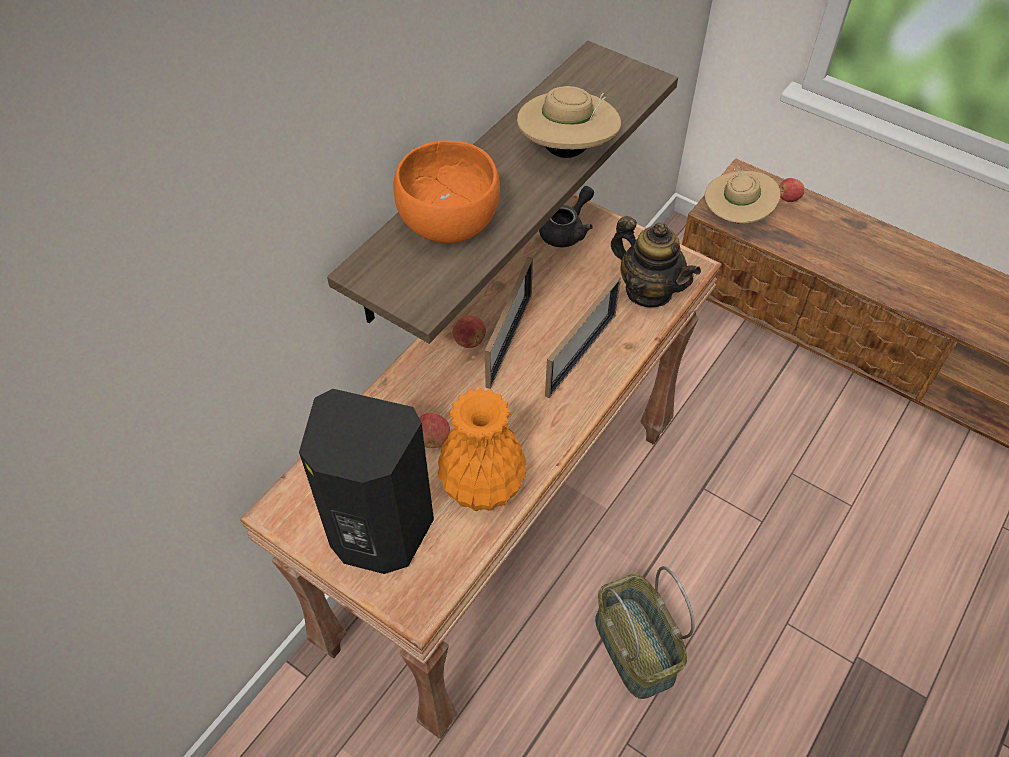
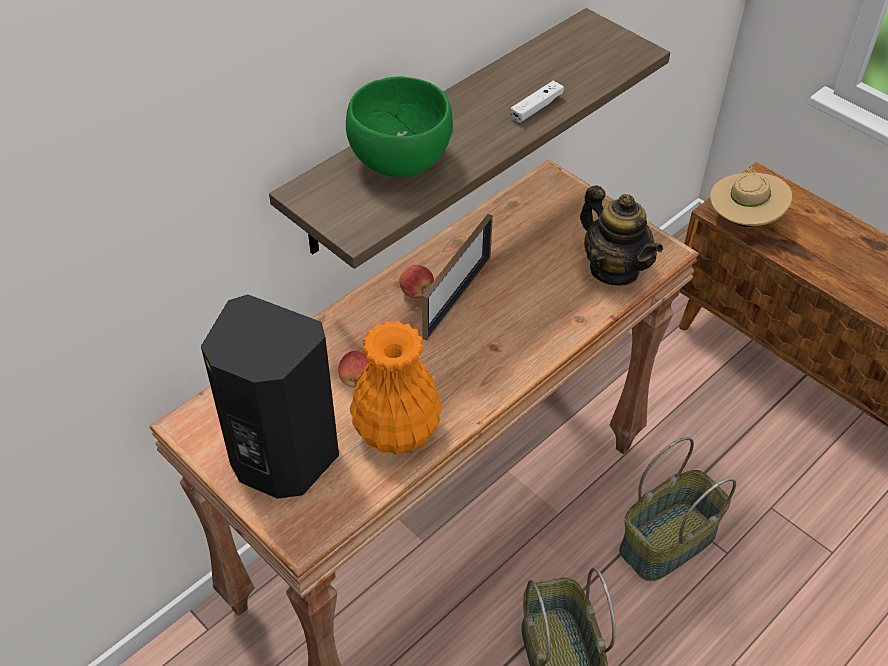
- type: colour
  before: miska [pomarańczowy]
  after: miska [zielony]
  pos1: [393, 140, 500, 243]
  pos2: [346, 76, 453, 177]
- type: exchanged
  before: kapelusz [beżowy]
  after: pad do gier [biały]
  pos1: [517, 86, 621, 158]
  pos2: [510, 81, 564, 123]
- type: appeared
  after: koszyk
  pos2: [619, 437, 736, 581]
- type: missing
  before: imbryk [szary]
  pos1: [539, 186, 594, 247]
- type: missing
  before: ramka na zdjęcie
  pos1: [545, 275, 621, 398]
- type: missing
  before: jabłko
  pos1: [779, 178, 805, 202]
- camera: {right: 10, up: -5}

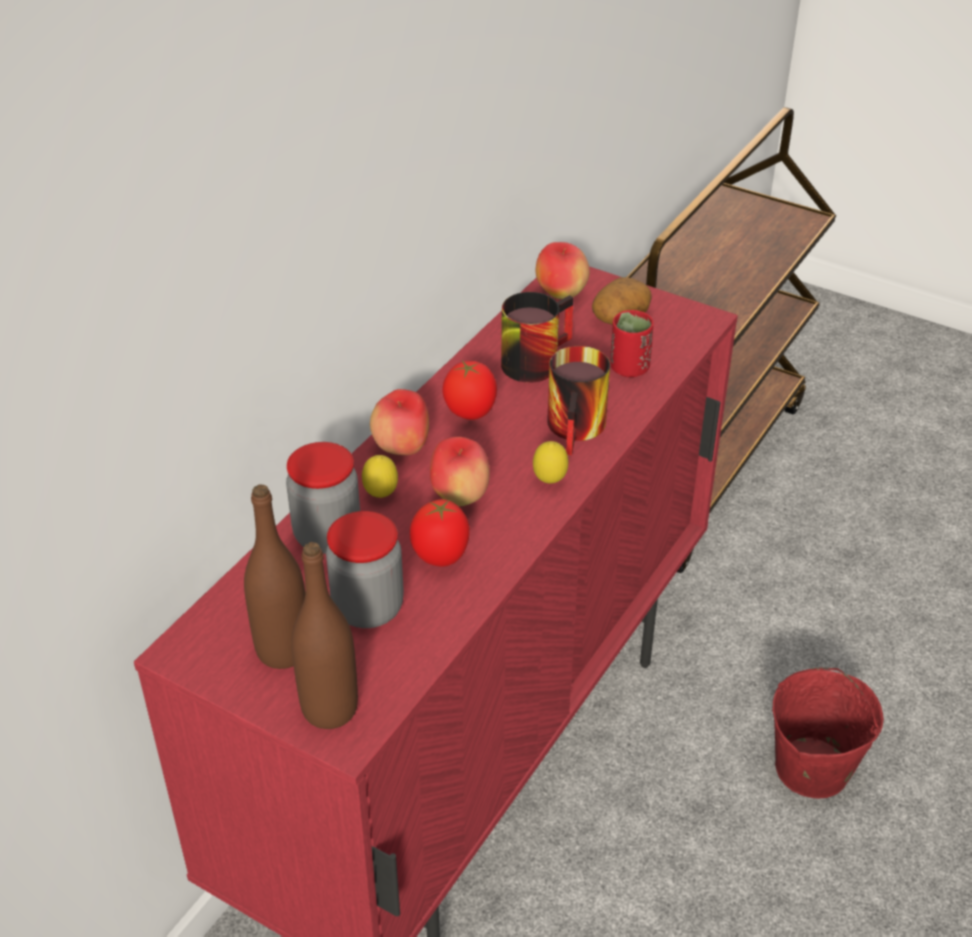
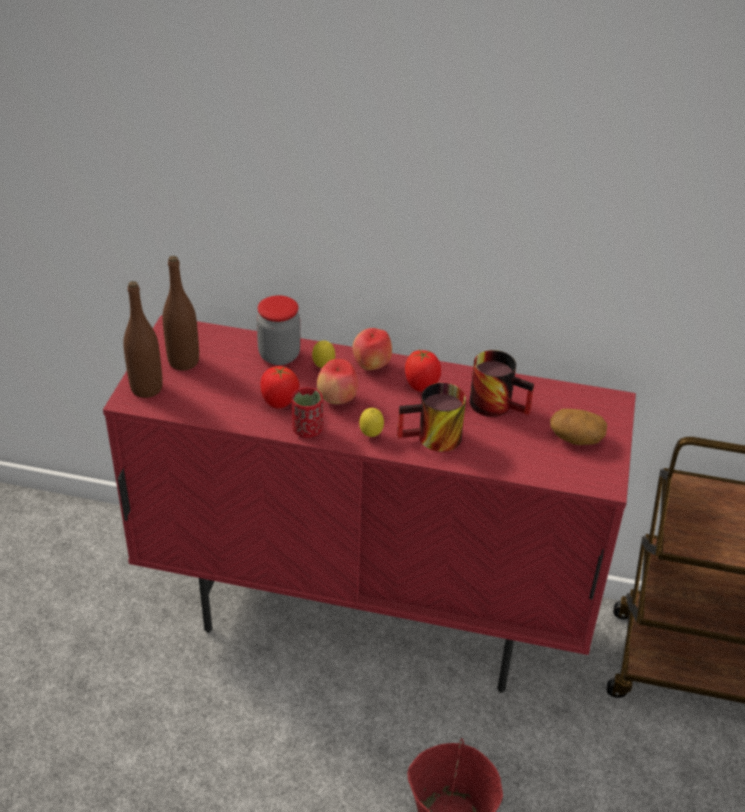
- type: relocated
  before: filiżanka [czerwony]
  pos1: [610, 310, 654, 377]
  pos2: [291, 387, 323, 438]
- type: missing
  before: słoik
  pos1: [326, 511, 404, 628]
- type: missing
  before: jabłko
  pos1: [536, 242, 590, 299]
- camera: {right: 70, up: 0}

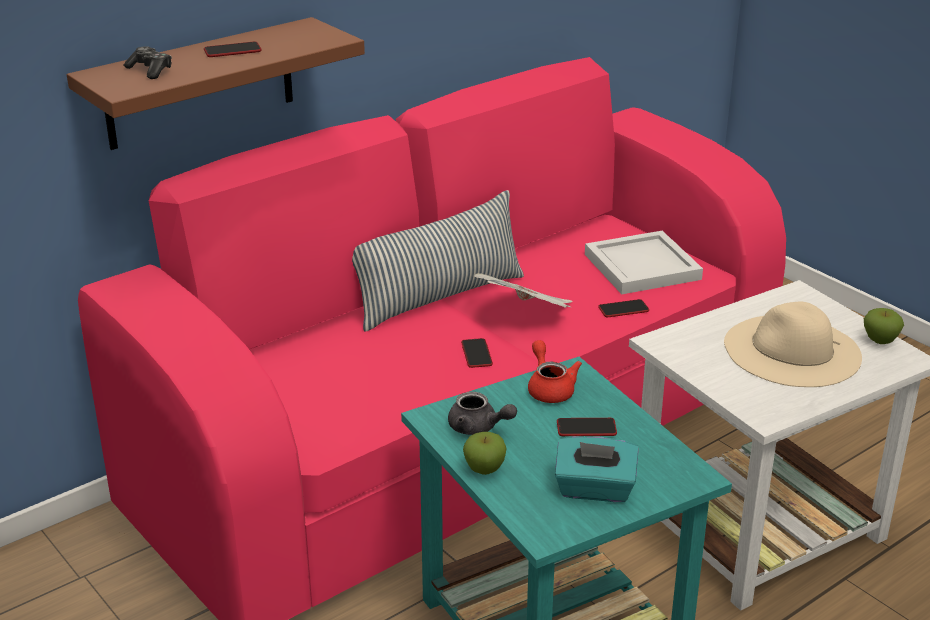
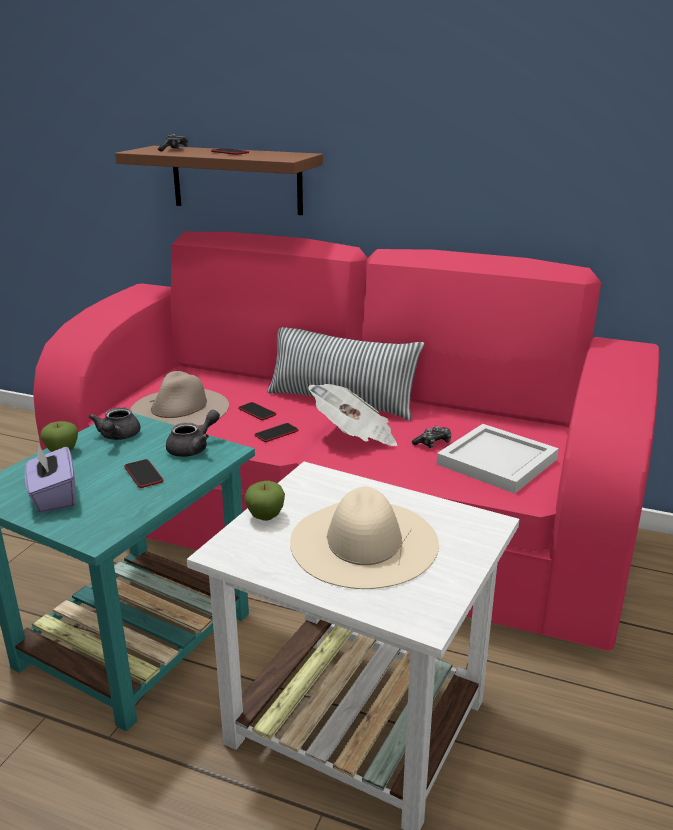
- type: colour
  before: pudełko chusteczek [turkusowy]
  after: pudełko chusteczek [fioletowy]
  pos1: [555, 436, 639, 502]
  pos2: [25, 444, 76, 513]
- type: appeared
  after: kapelusz [beżowy]
  pos2: [130, 371, 229, 426]
- type: colour
  before: imbryk [czerwony]
  after: imbryk [szary]
  pos1: [528, 340, 582, 403]
  pos2: [166, 410, 220, 457]
- type: relocated
  before: telefon
  pos1: [598, 299, 649, 317]
  pos2: [238, 402, 276, 420]
- type: relocated
  before: jabłko
  pos1: [864, 308, 904, 344]
  pos2: [244, 481, 285, 521]
- type: appeared
  after: pad do gier
  pos2: [412, 426, 452, 448]
- camera: {right: 60, up: -5}

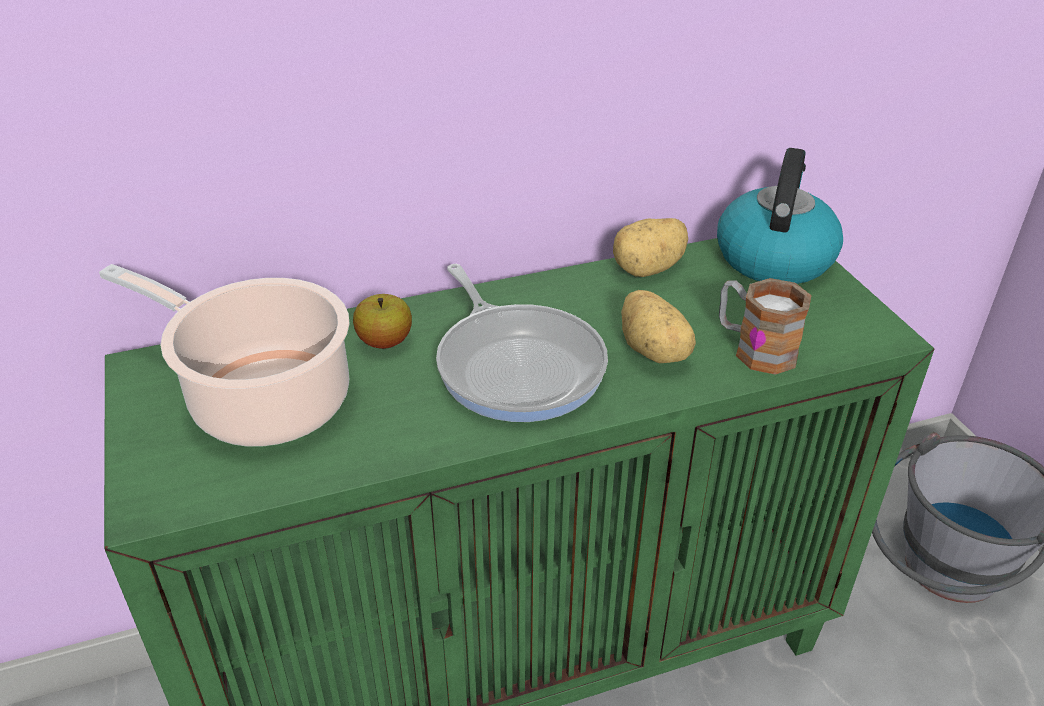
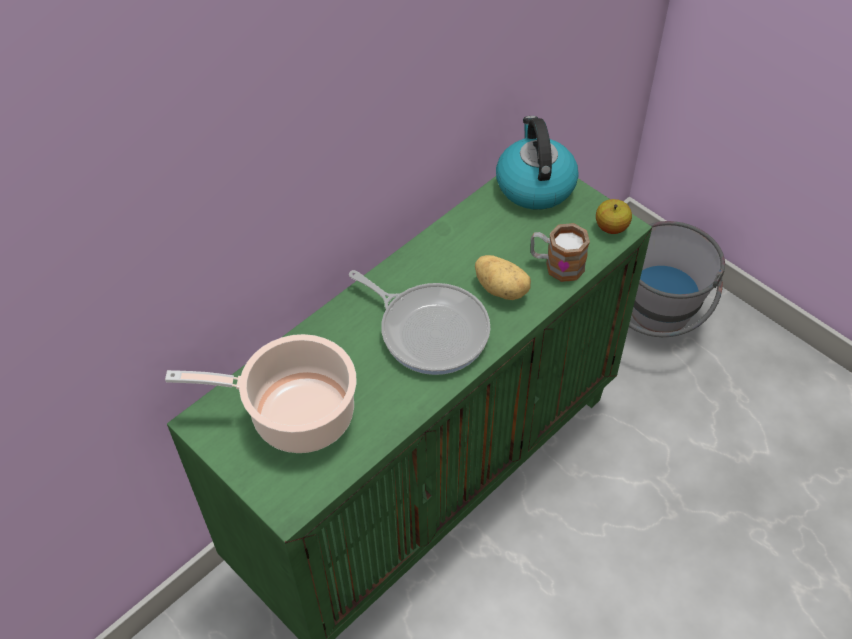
- type: relocated
  before: jabłko
  pos1: [353, 294, 412, 349]
  pos2: [596, 199, 632, 234]
- type: missing
  before: ziemniak
  pos1: [613, 218, 688, 277]
- camera: {right: -25, up: 15}

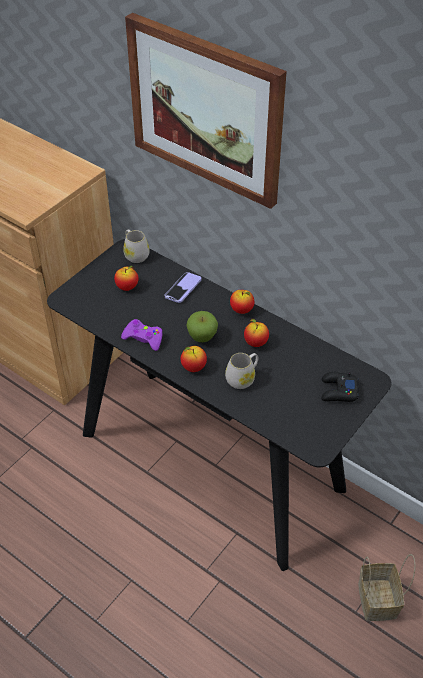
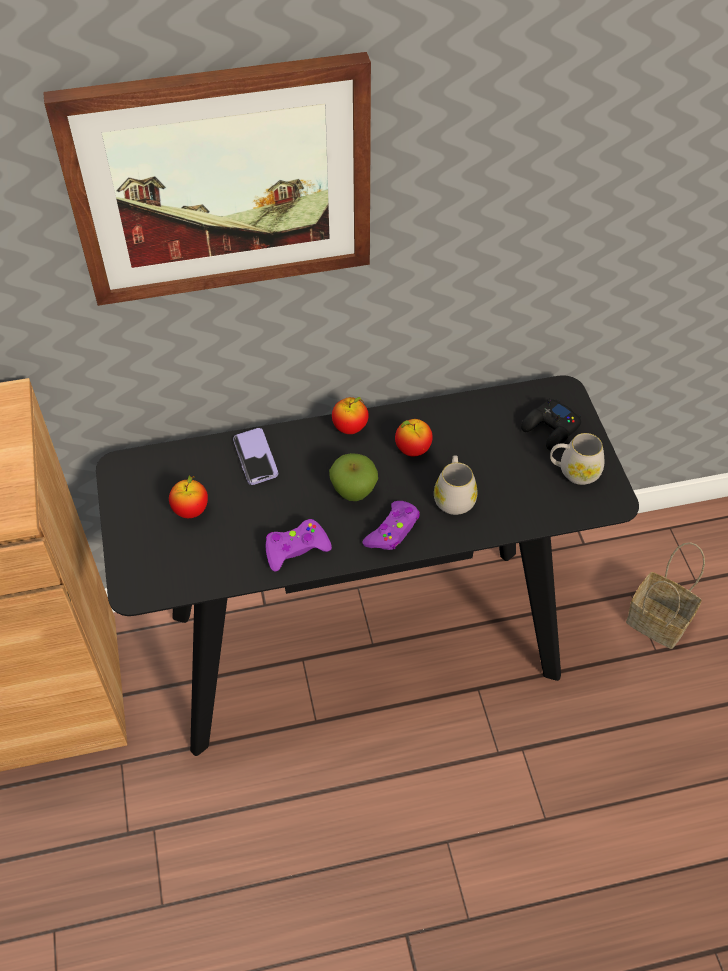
- type: exchanged
  before: jabłko
  after: pad do gier [fioletowy]
  pos1: [180, 346, 207, 372]
  pos2: [362, 501, 420, 550]
- type: relocated
  before: kubek [biały]
  pos1: [123, 229, 150, 263]
  pos2: [550, 433, 605, 485]
- camera: {right: -50, up: 5}

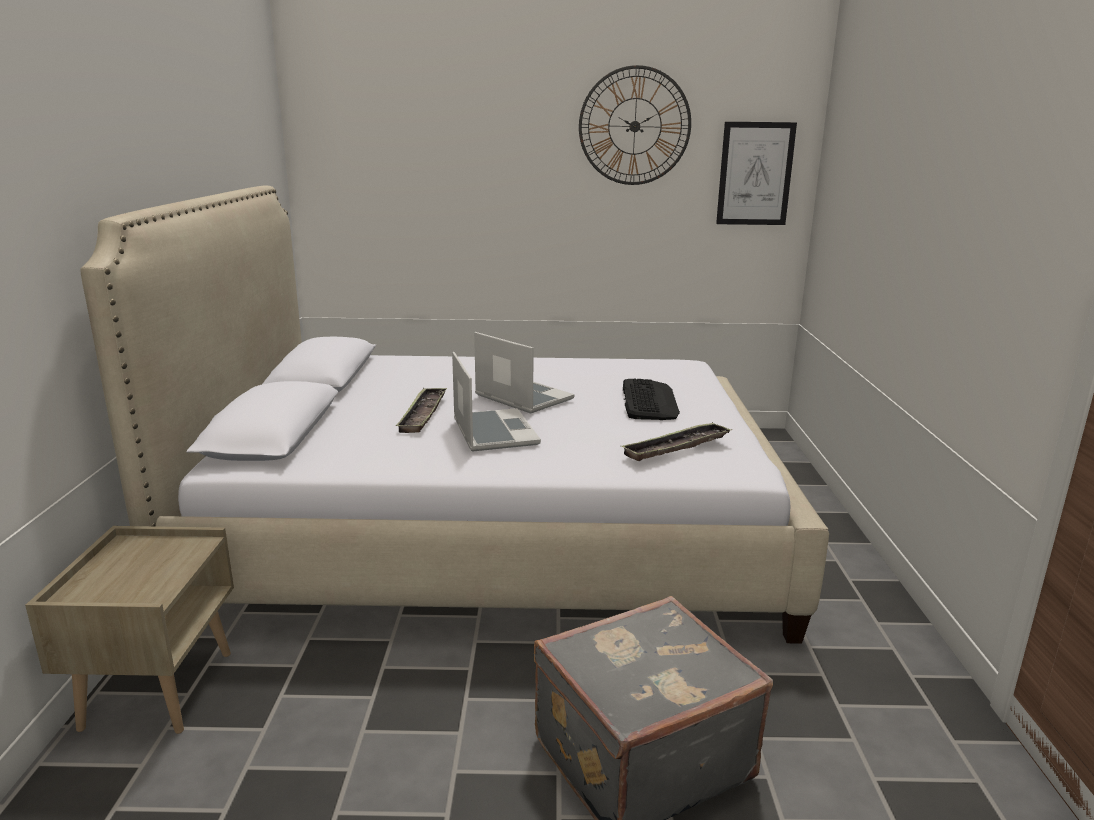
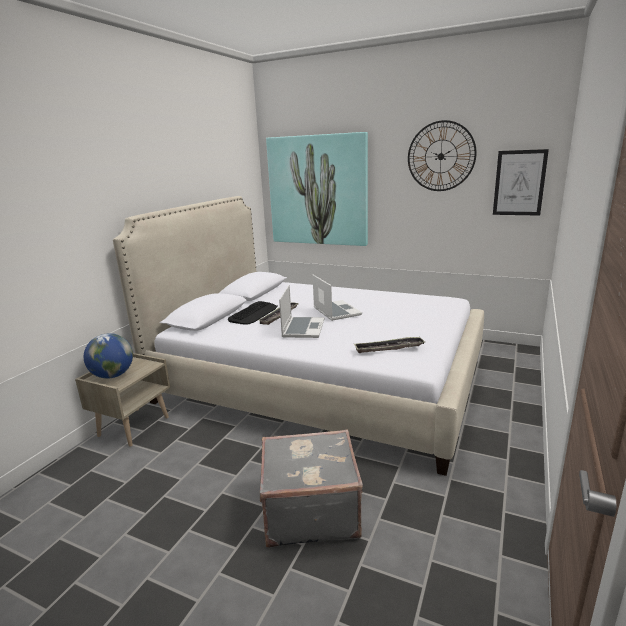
- type: appeared
  after: globus
  pos2: [84, 333, 133, 379]
- type: relocated
  before: klawiatura
  pos1: [623, 378, 680, 420]
  pos2: [228, 301, 278, 325]
- type: appeared
  after: obraz
  pos2: [266, 132, 368, 246]
- camera: {right: 25, up: 0}

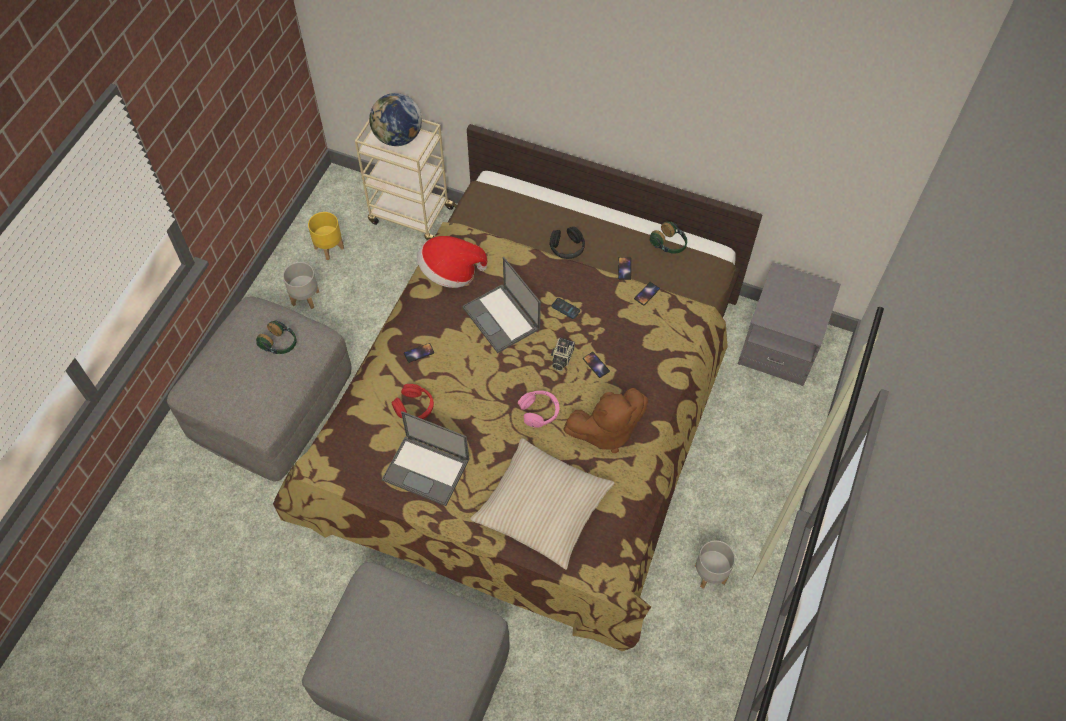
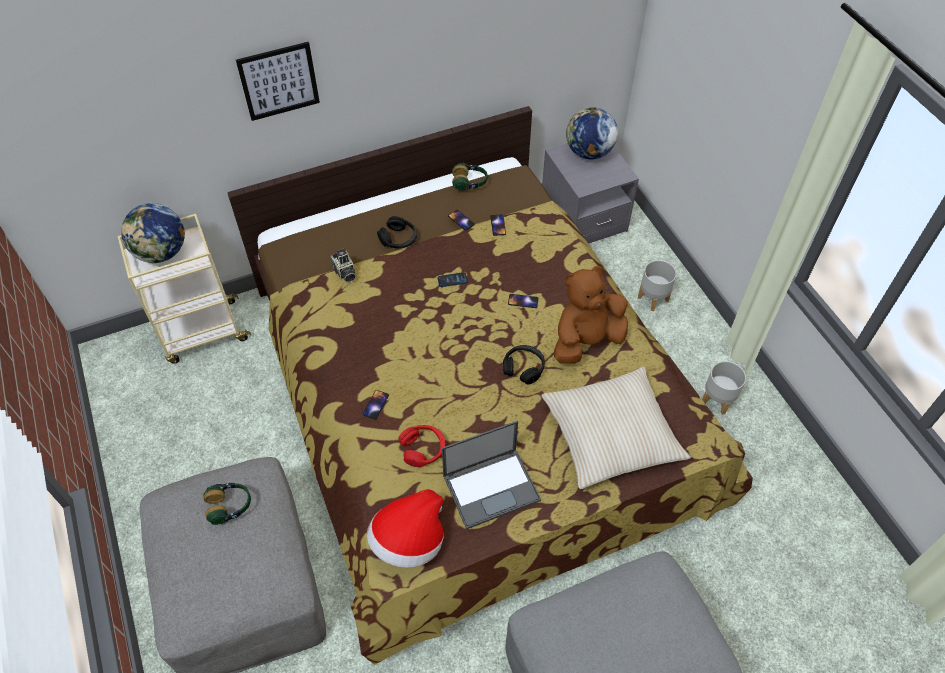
- type: appeared
  after: obraz
  pos2: [236, 42, 320, 121]
- type: relocated
  before: aparat fotograficzny
  pos1: [551, 338, 575, 371]
  pos2: [330, 249, 356, 282]
- type: relocated
  before: kapelusz
  pos1: [417, 236, 487, 288]
  pos2: [367, 489, 444, 568]
- type: colour
  before: słuchawki [różowy]
  after: słuchawki [czarny]
  pos1: [518, 391, 559, 428]
  pos2: [503, 345, 545, 384]
- type: spun
  before: pluszak [brązowy]
  pos1: [563, 388, 648, 453]
  pos2: [554, 266, 628, 364]
  turn: -150
- type: appeared
  after: globus
  pos2: [566, 107, 618, 159]
- type: relocated
  before: donica [szary]
  pos1: [283, 262, 319, 309]
  pos2: [638, 260, 676, 311]
- type: missing
  before: donica [żółty]
  pos1: [308, 212, 344, 260]
- type: missing
  before: laptop
  pos1: [462, 257, 541, 353]
- camera: {right: -45, up: -5}

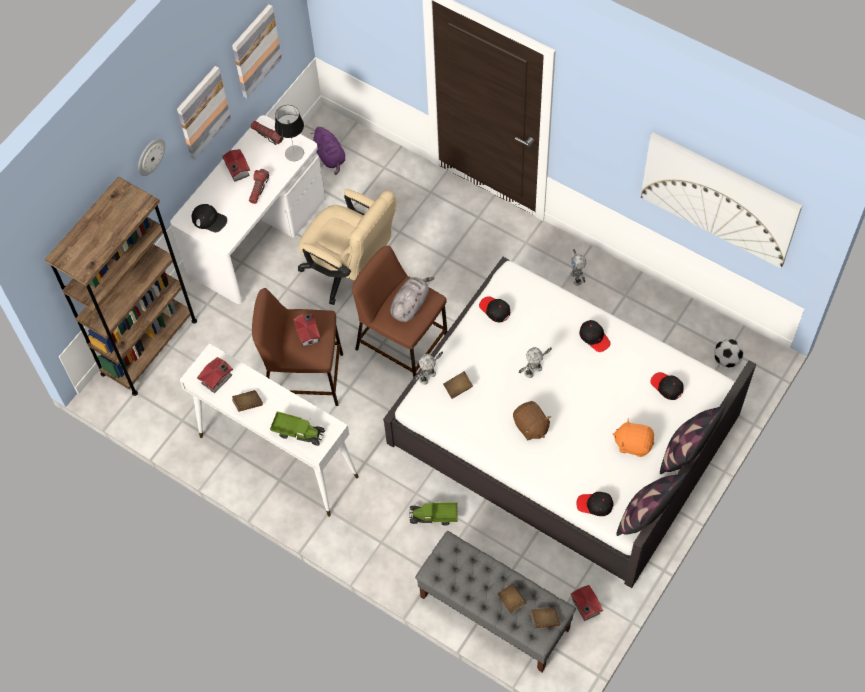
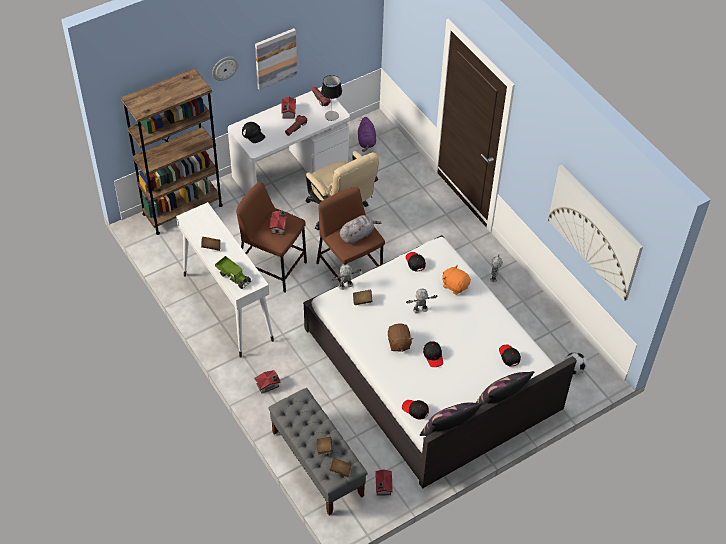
- type: relocated
  before: domek
  pos1: [197, 357, 233, 393]
  pos2: [254, 370, 281, 394]
- type: relocated
  before: czapka z daszkiem [czarny]
  pos1: [579, 320, 611, 352]
  pos2: [423, 341, 443, 367]
- type: relocated
  before: pluszak [pomarańczowy]
  pos1: [613, 419, 654, 457]
  pos2: [442, 265, 471, 295]
- type: missing
  before: obraz
  pos1: [232, 4, 282, 98]
- type: missing
  before: ciężarówka zabawkowa
  pos1: [409, 502, 457, 526]
- camera: {right: 20, up: -10}

